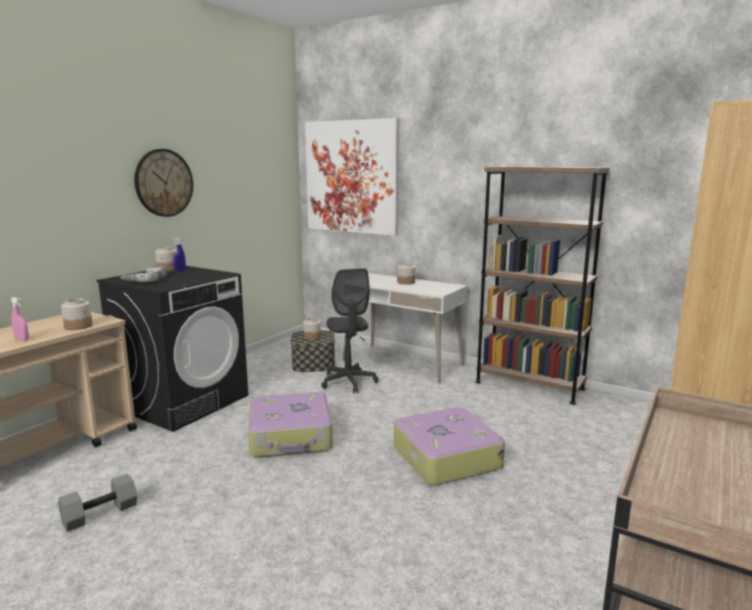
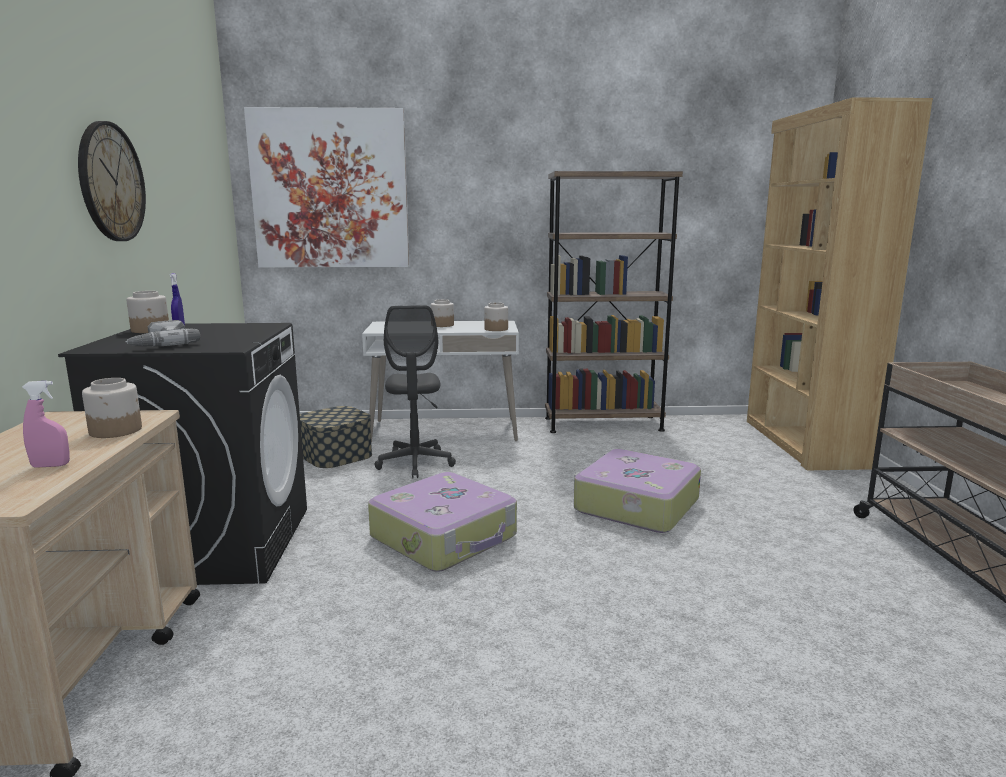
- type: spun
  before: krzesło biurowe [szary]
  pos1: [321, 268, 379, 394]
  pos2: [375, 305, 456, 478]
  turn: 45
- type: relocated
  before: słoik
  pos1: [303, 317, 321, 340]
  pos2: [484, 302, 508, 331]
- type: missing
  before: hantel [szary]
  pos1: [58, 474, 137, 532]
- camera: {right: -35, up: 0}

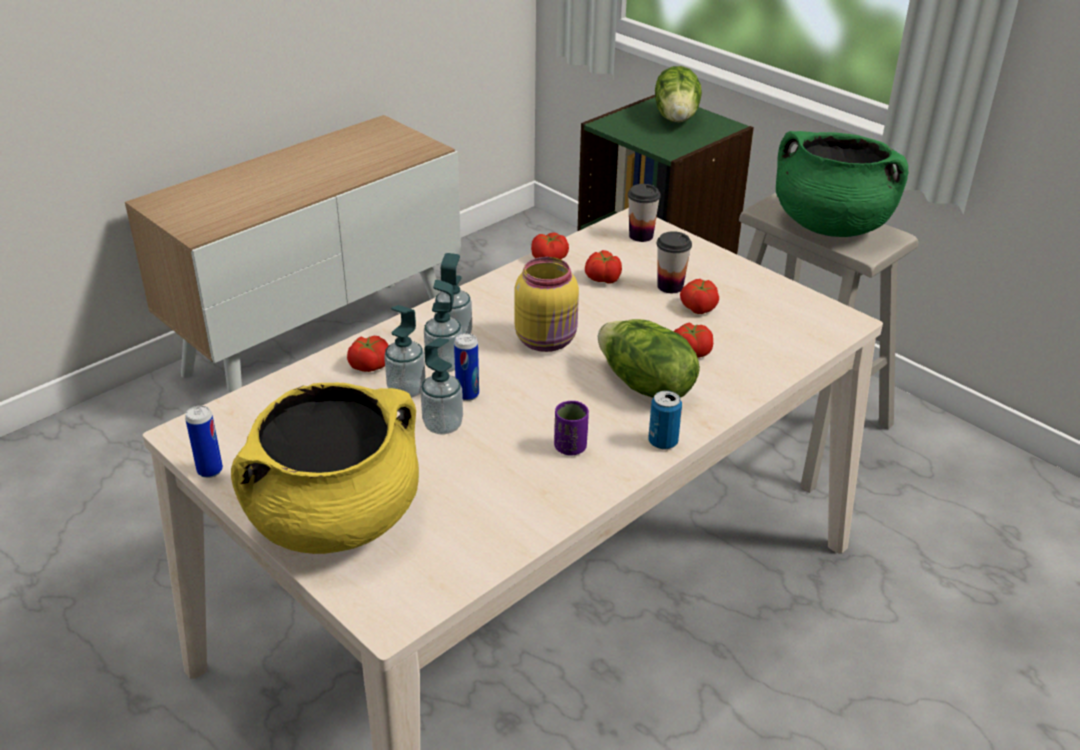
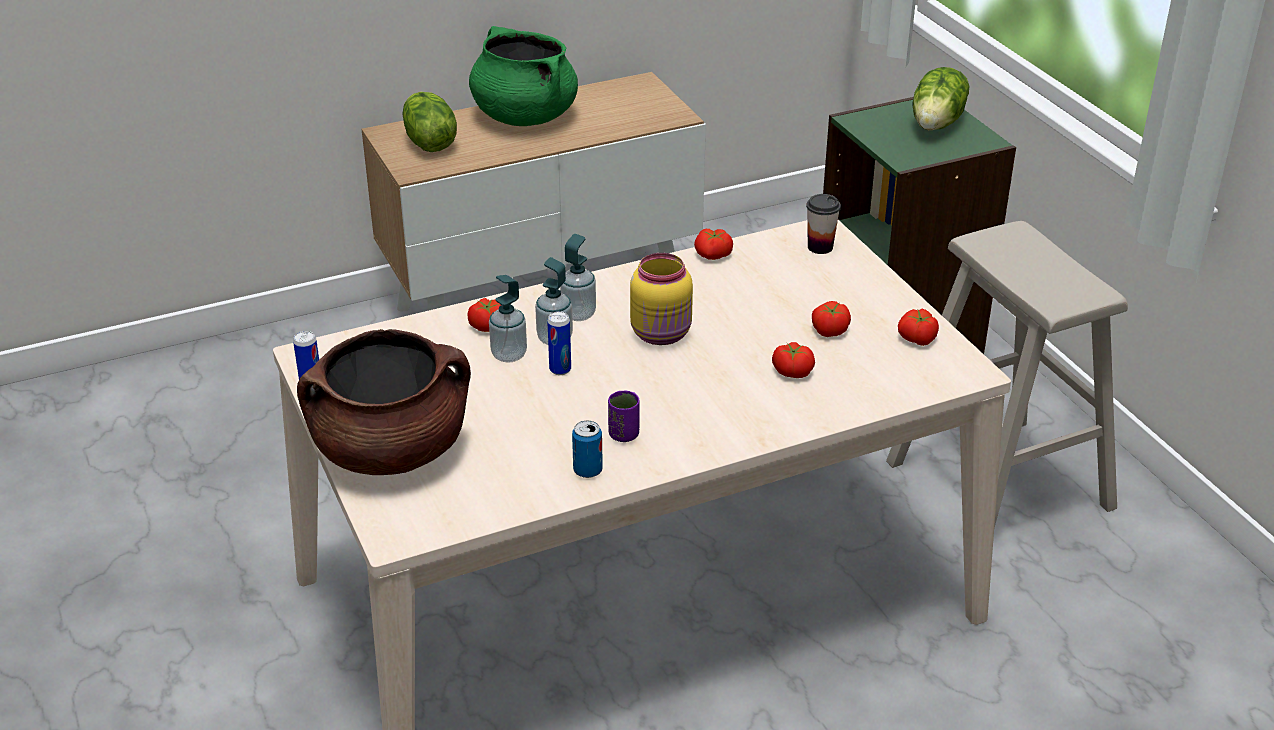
- type: colour
  before: garnek [żółty]
  after: garnek [brązowy]
  pos1: [231, 383, 419, 554]
  pos2: [297, 329, 471, 475]
- type: relocated
  before: sałata
  pos1: [598, 319, 700, 398]
  pos2: [402, 92, 457, 152]
- type: relocated
  before: garnek [zielony]
  pos1: [776, 131, 908, 237]
  pos2: [469, 26, 578, 126]
- type: relocated
  before: puszka
  pos1: [648, 390, 682, 450]
  pos2: [572, 421, 603, 478]
- type: relocated
  before: pomidor
  pos1: [585, 250, 622, 283]
  pos2: [898, 309, 939, 346]
- type: missing
  before: dozownik mydła
  pos1: [420, 338, 463, 435]
- type: missing
  before: filiżanka
  pos1: [657, 231, 692, 293]
- camera: {right: 20, up: 0}

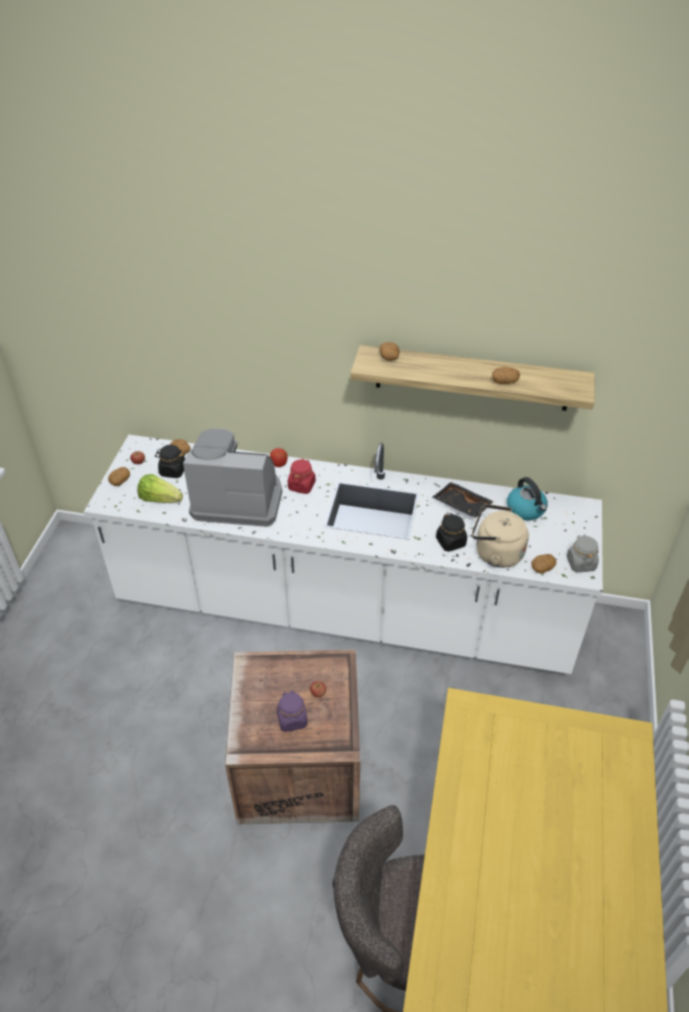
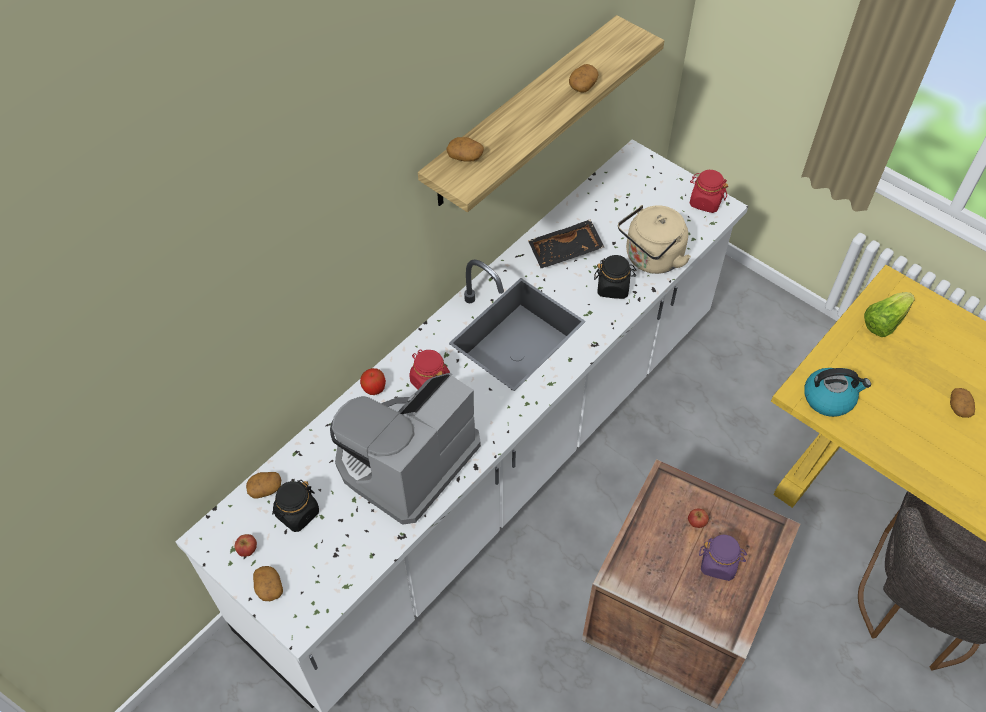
- type: colour
  before: słoik [szary]
  after: słoik [czerwony]
  pos1: [567, 535, 599, 572]
  pos2: [689, 170, 728, 213]
- type: relocated
  before: czajnik
  pos1: [507, 477, 548, 521]
  pos2: [804, 368, 871, 417]
- type: relocated
  before: sałata
  pos1: [137, 474, 183, 503]
  pos2: [864, 292, 915, 337]
- type: relocated
  before: ziemniak
  pos1: [531, 554, 556, 574]
  pos2: [950, 388, 975, 418]
- camera: {right: -60, up: 10}

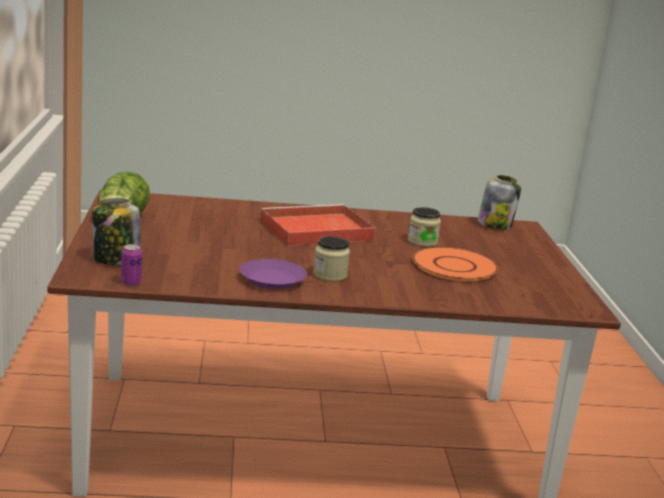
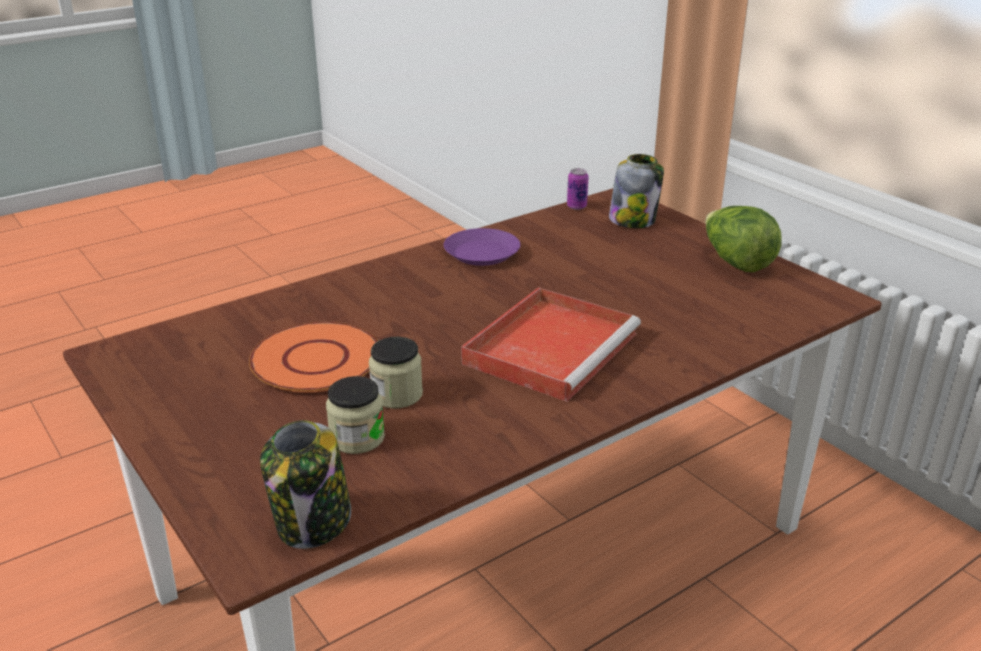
- type: relocated
  before: słoik
  pos1: [313, 236, 350, 281]
  pos2: [326, 376, 385, 454]
- camera: {right: 150, up: 10}

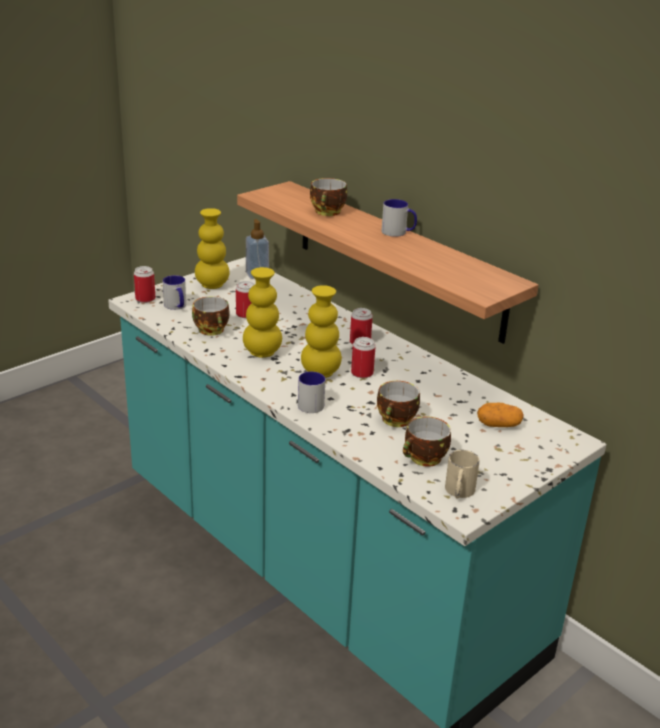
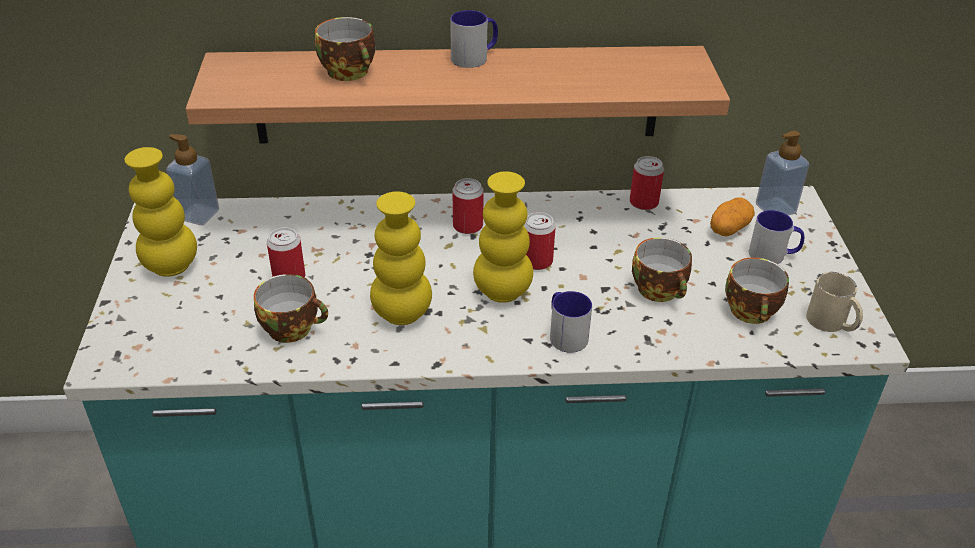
- type: relocated
  before: puszka
  pos1: [134, 266, 155, 303]
  pos2: [630, 156, 664, 210]
- type: relocated
  before: kubek
  pos1: [163, 275, 186, 310]
  pos2: [749, 210, 804, 264]
- type: appeared
  after: dozownik mydła
  pos2: [756, 131, 809, 216]
- camera: {right: -50, up: 10}

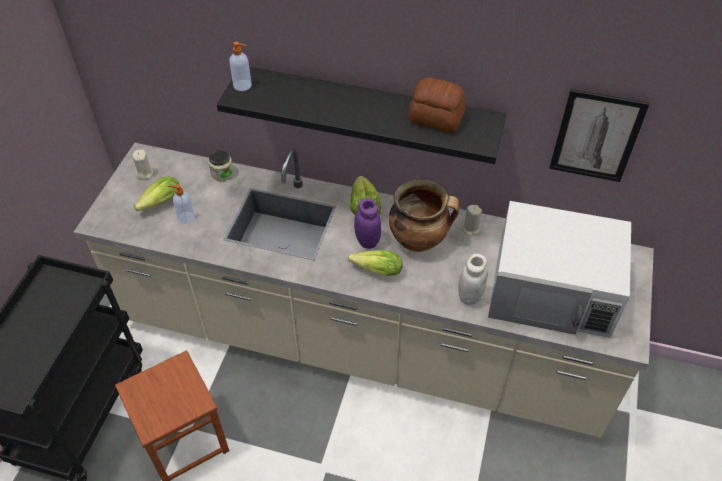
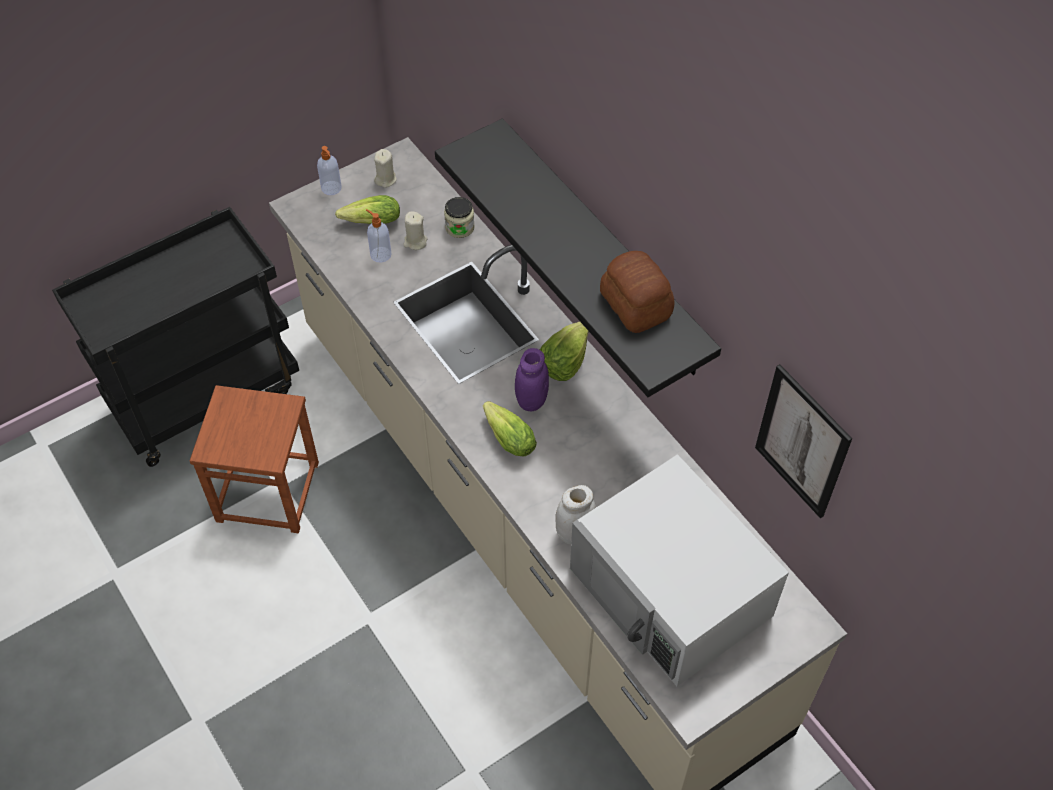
- type: relocated
  before: dozownik mydła
  pos1: [229, 42, 252, 91]
  pos2: [317, 146, 342, 195]
- type: relocated
  before: świeca [beżowy]
  pos1: [462, 205, 482, 236]
  pos2: [403, 211, 428, 250]
- type: missing
  before: garnek
  pos1: [389, 180, 460, 252]
- camera: {right: 40, up: 5}

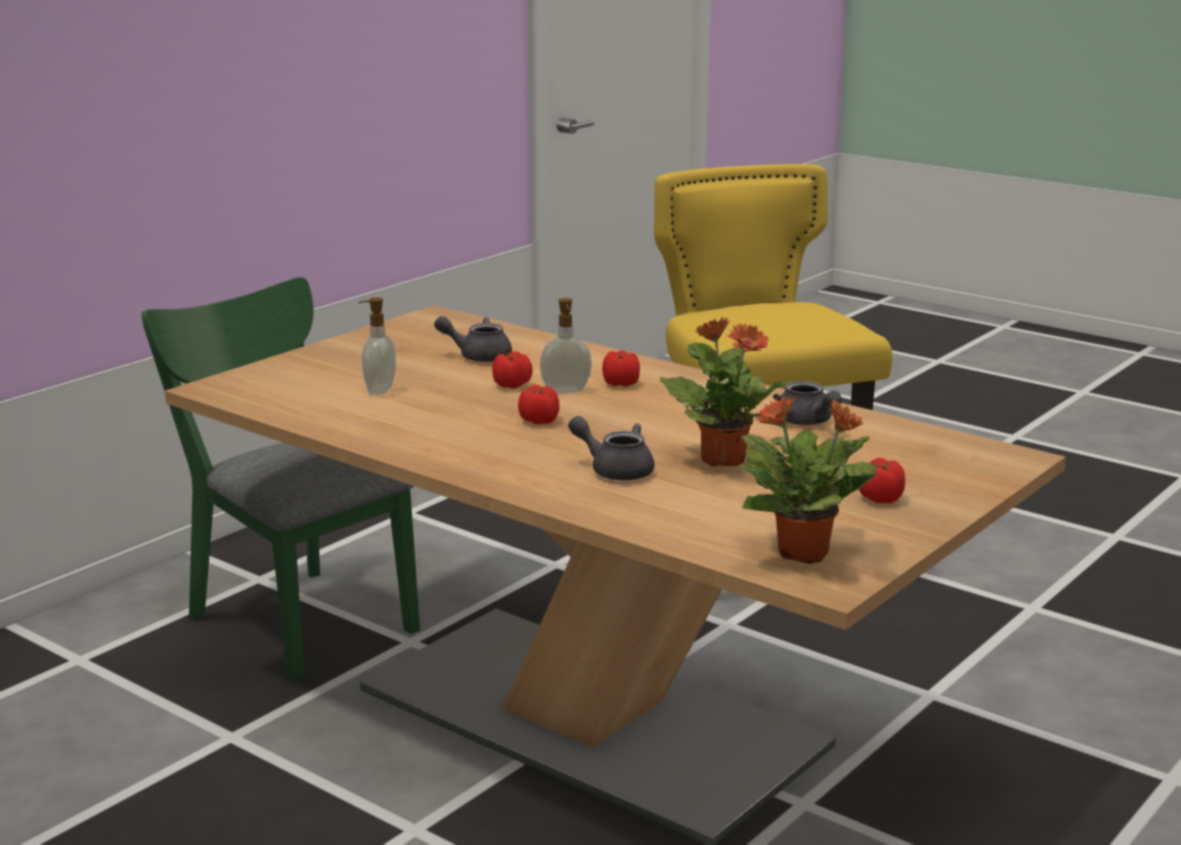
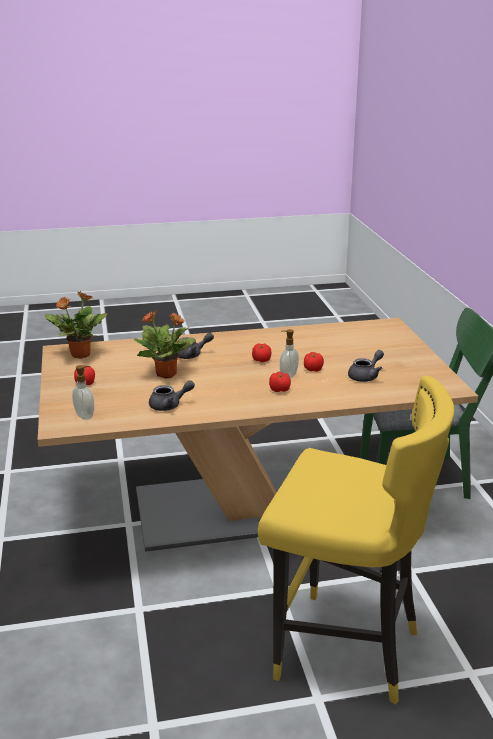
- type: relocated
  before: dozownik mydła
  pos1: [358, 297, 396, 395]
  pos2: [72, 365, 94, 420]
- type: spun
  before: imbryk [szary]
  pos1: [773, 381, 842, 425]
  pos2: [149, 380, 195, 411]
  turn: 150
- camera: {right: 130, up: 5}

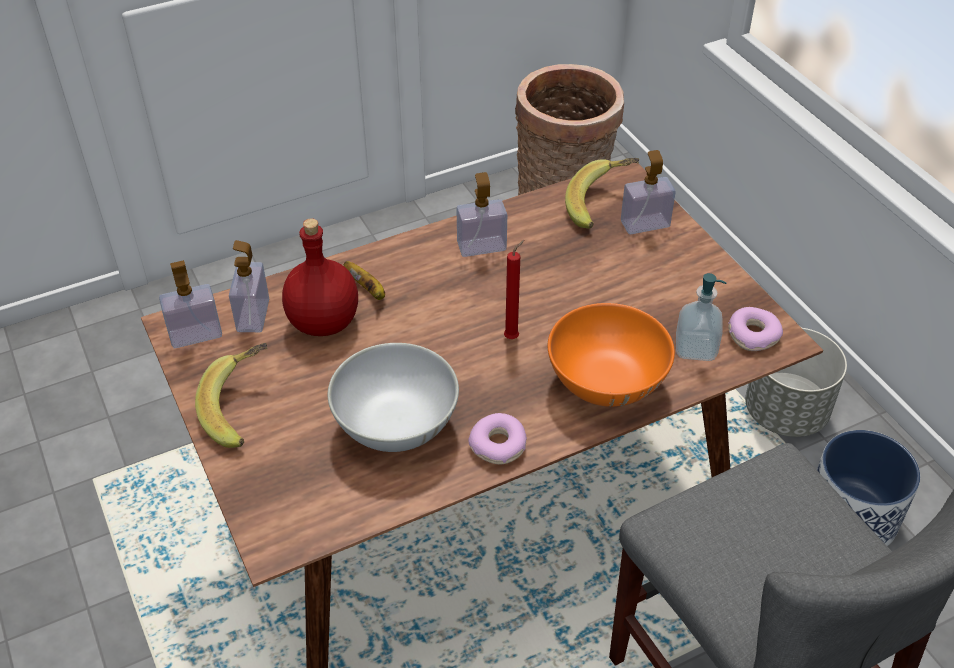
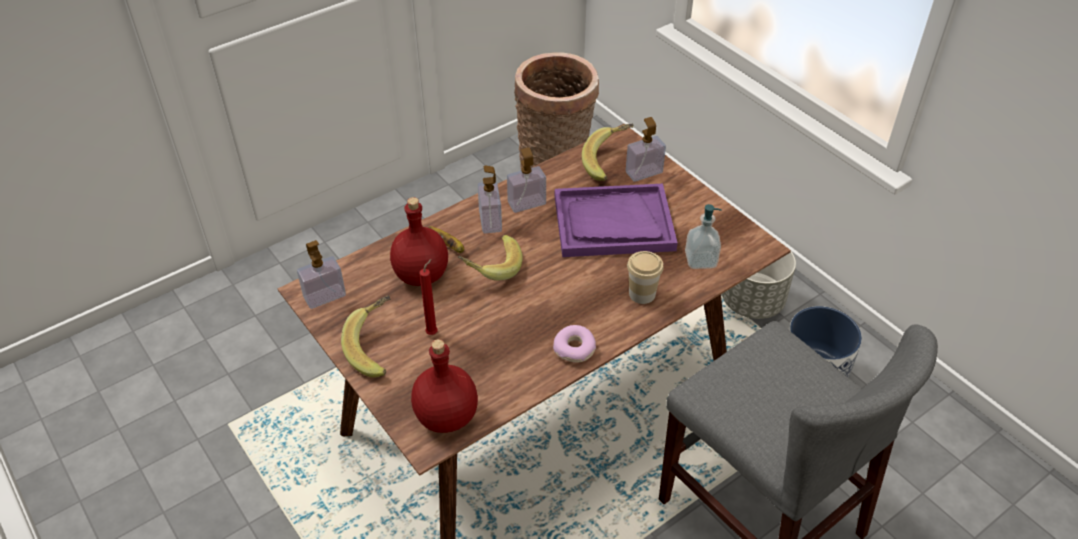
- type: appeared
  after: butelka [czerwony]
  pos2: [411, 339, 478, 433]
- type: relocated
  before: świeca [czerwony]
  pos1: [504, 240, 524, 339]
  pos2: [419, 259, 438, 335]
- type: appeared
  after: banan
  pos2: [458, 235, 523, 281]
- type: relocated
  before: dozownik mydła
  pos1: [229, 240, 269, 332]
  pos2: [478, 165, 502, 234]
- type: appeared
  after: taca [fioletowy]
  pos2: [555, 184, 678, 257]
- type: exchanged
  before: miska [pomarańczowy]
  after: filiżanka
  pos1: [548, 303, 675, 407]
  pos2: [627, 251, 664, 304]
- type: missing
  before: miska [biały]
  pos1: [328, 343, 459, 452]
- type: missing
  before: donut
  pos1: [728, 307, 783, 351]
- camera: {right: -10, up: 0}

